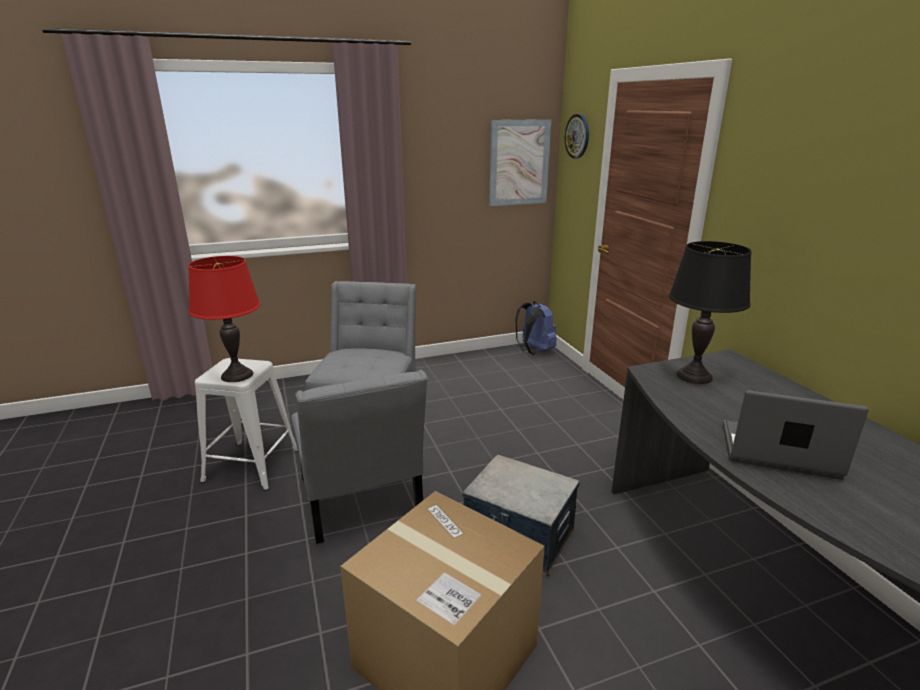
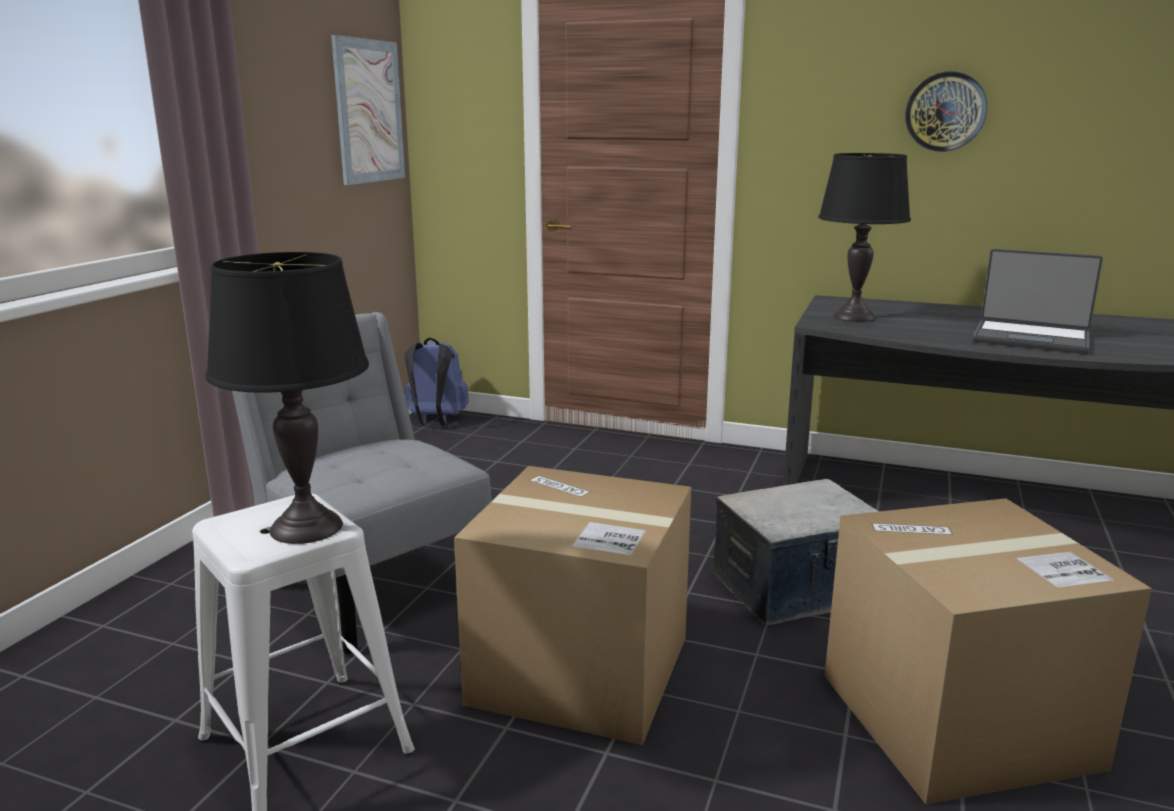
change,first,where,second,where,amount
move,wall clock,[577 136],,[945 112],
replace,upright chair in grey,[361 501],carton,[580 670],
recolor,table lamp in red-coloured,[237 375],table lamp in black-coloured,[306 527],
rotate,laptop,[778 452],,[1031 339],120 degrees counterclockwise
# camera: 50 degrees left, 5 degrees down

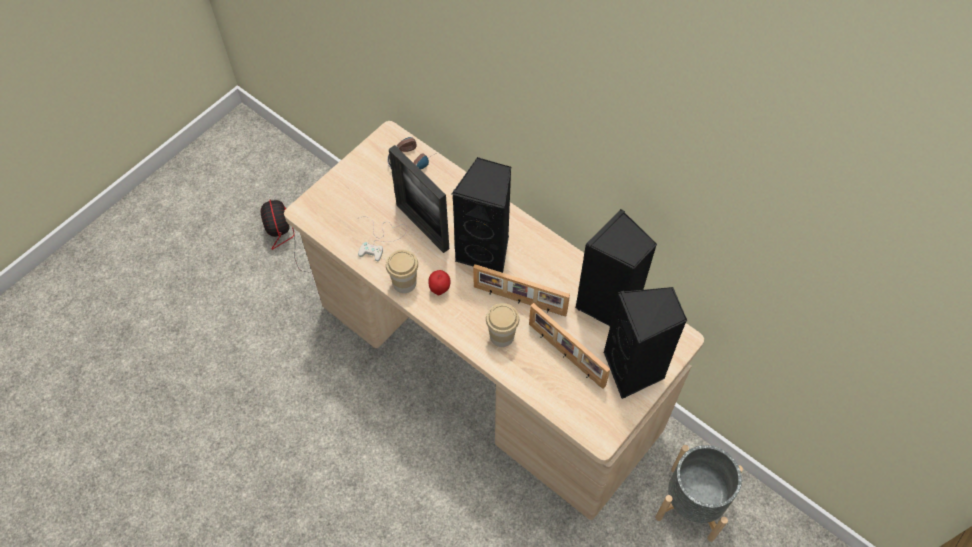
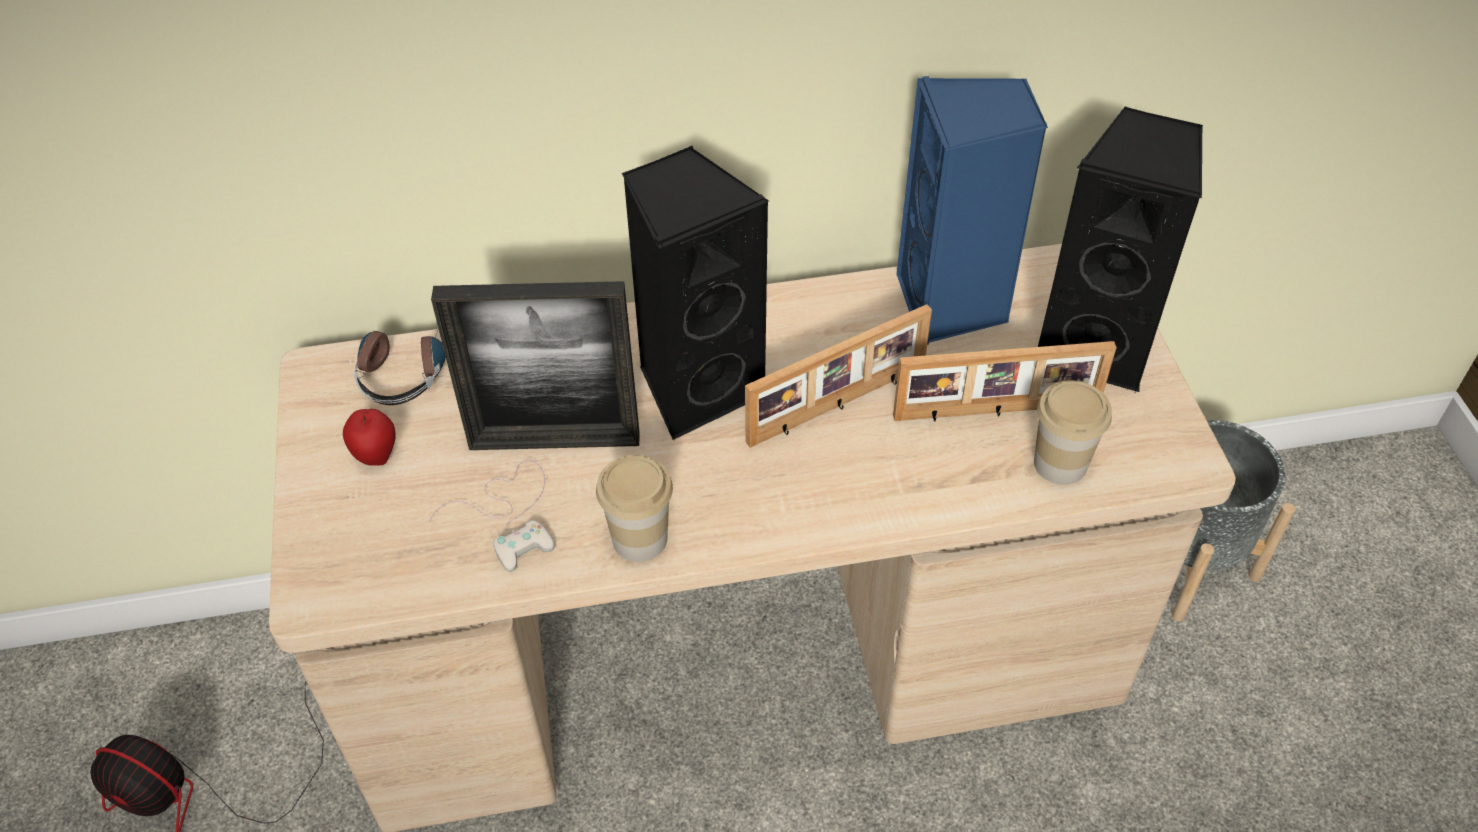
change,first,where,second,where,amount
move,apple fruit,[440 289],,[376 456],
move,cup,[502 336],,[1060 464],
recolor,audio speaker in black-coloured,[608 305],audio speaker in bluish,[952 305],
# camera: 50 degrees left, 10 degrees down

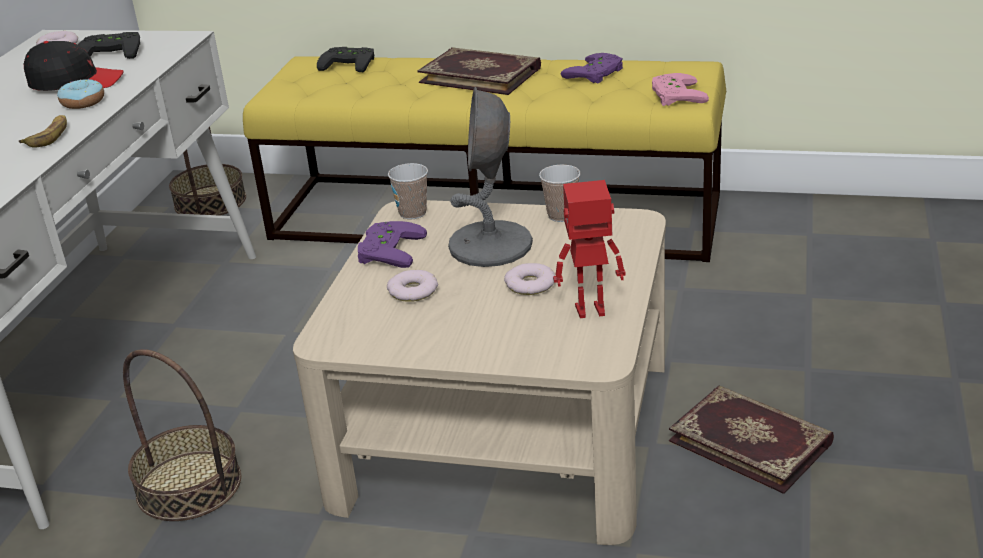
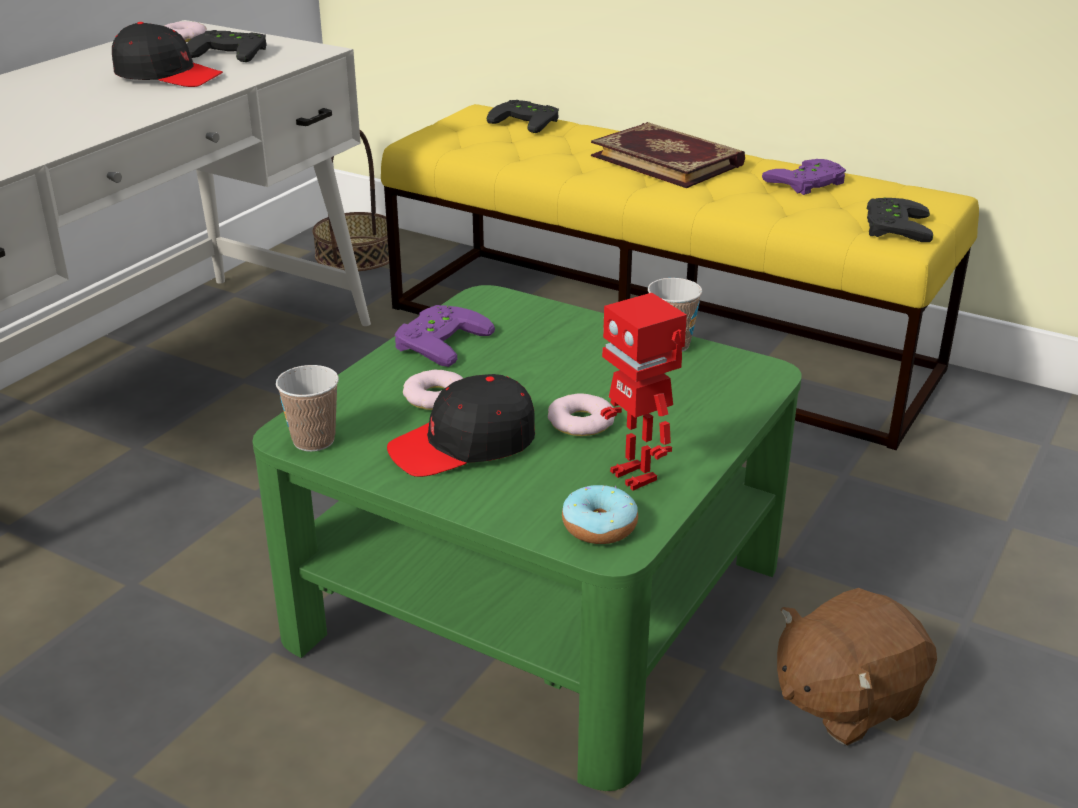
change,first,where,second,where,amount
delete,banana,[49 136],,,
delete,household basket,[189 485],,,
delete,table lamp in grey,[490 246],,,
insert,,,peaked cap in black-coloured,[464 445],
move,doughnut,[83 102],,[599 527],
move,cup,[412 213],,[314 441],
replace,book,[751 441],plush toy in brown-coloured,[845 700],
recolor,lounge table in beige,[506 428],lounge table in greenish,[542 598],
recolor,joypad in pink,[674 95],joypad in black-coloured,[891 226],
rotate,model robot,[591 311],,[636 475],135 degrees counterclockwise
# camera: 15 degrees right, 0 degrees up

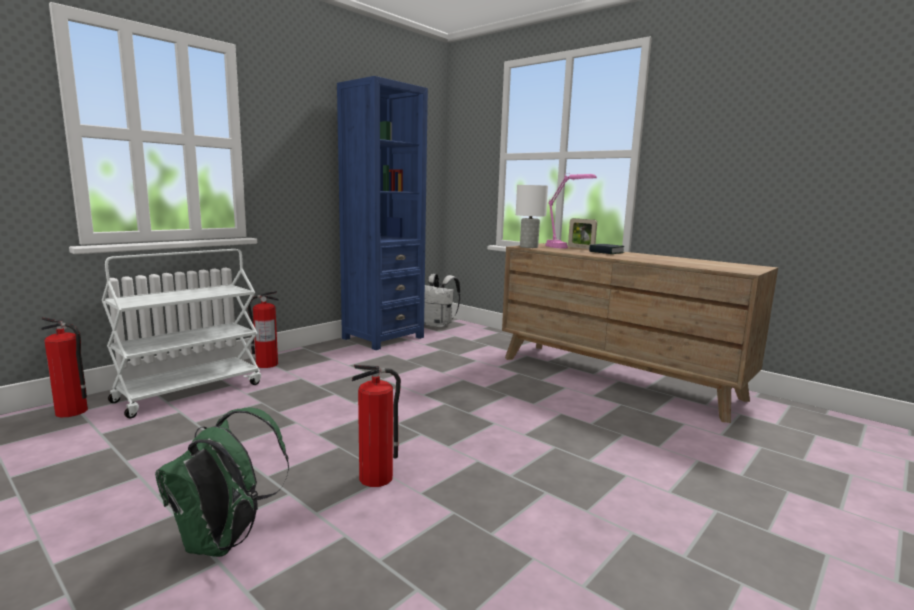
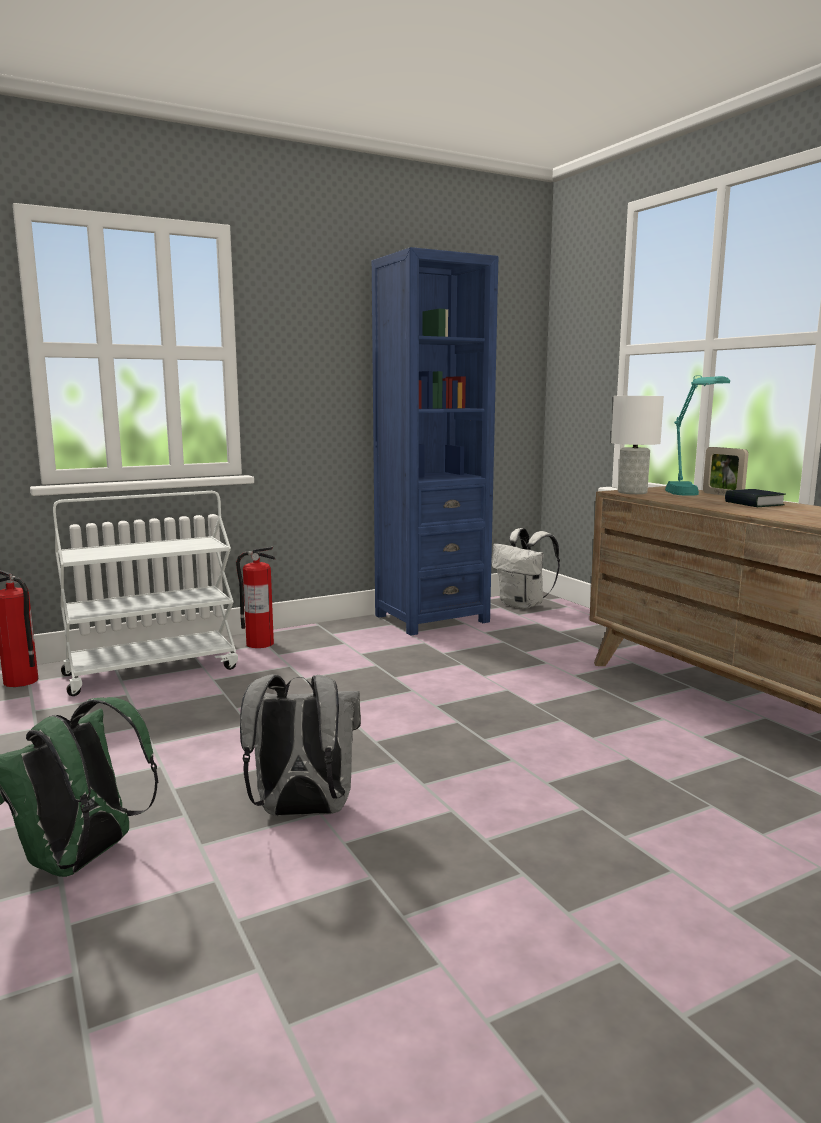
change,first,where,second,where,amount
replace,fire-fighting cylinder,[377 477],knapsack in grey,[301 812],
recolor,table lamp in pink,[565 248],table lamp in blue-green,[690 496],
# camera: 20 degrees right, 0 degrees up

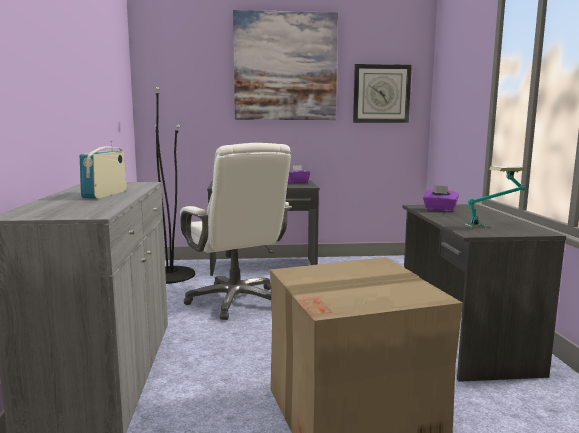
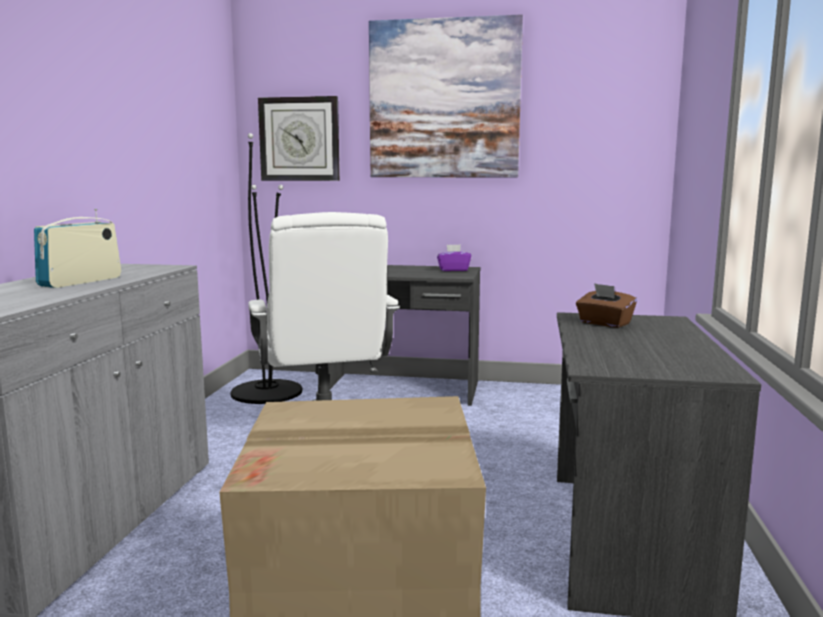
change,first,where,second,where,amount
delete,table lamp,[493 226],,,
move,wall clock,[381 94],,[299 139],
recolor,box of tissues in purplish,[439 209],box of tissues in brown-coloured,[604 323],
# camera: 15 degrees right, 0 degrees up

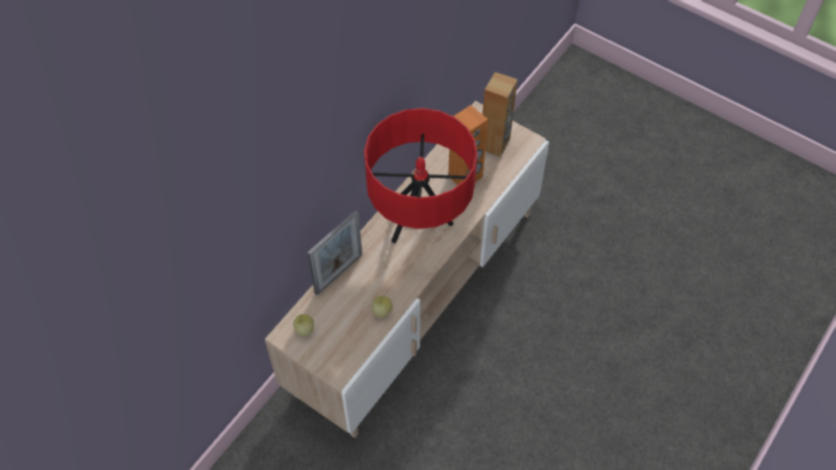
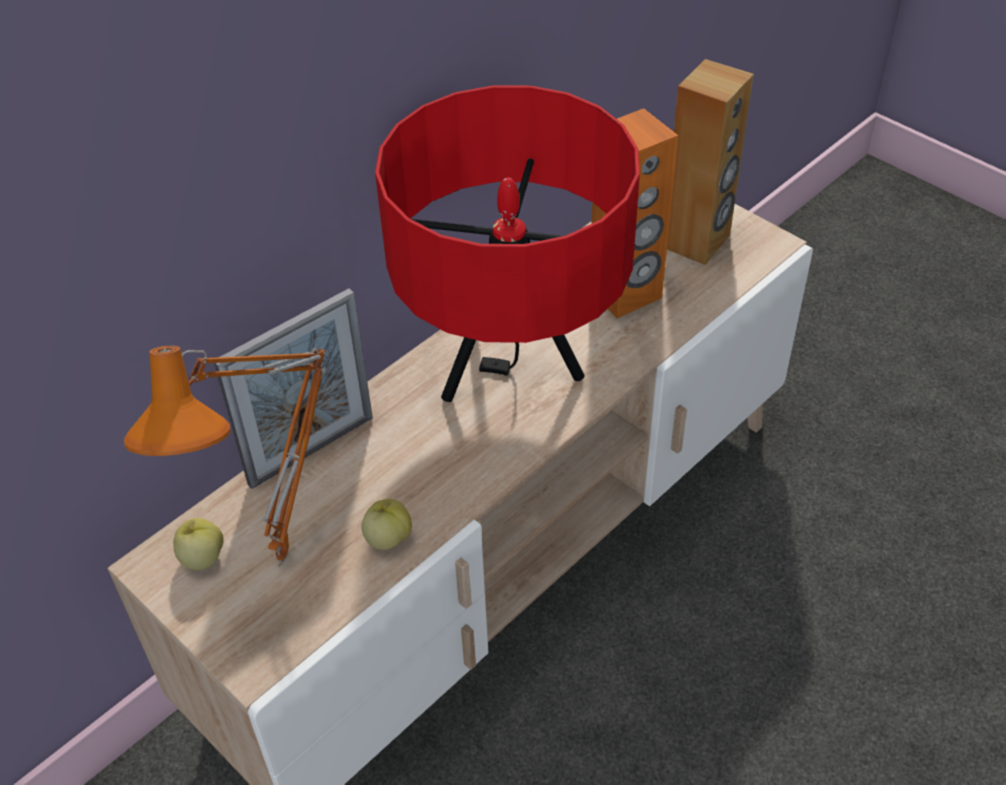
change,first,where,second,where,amount
insert,,,table lamp in orange-coloured,[289 563],
# camera: 10 degrees right, 10 degrees down

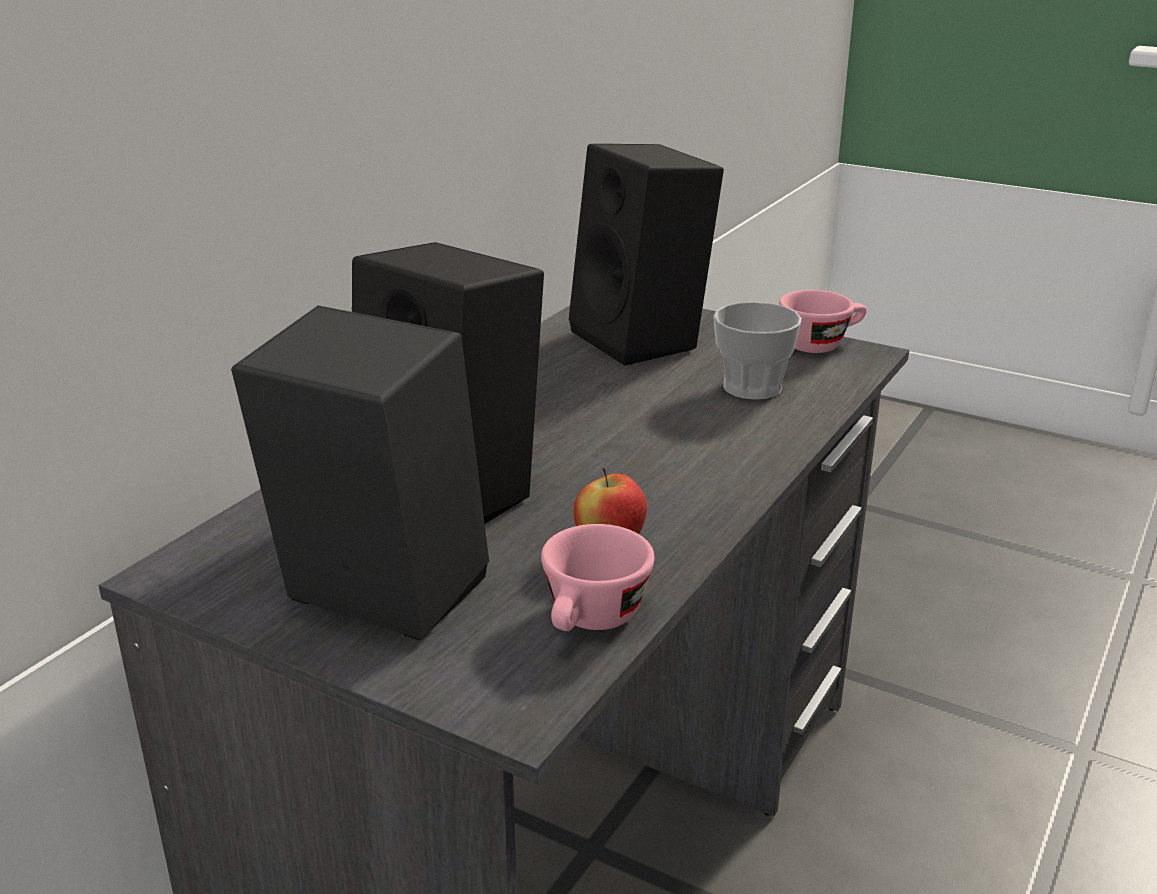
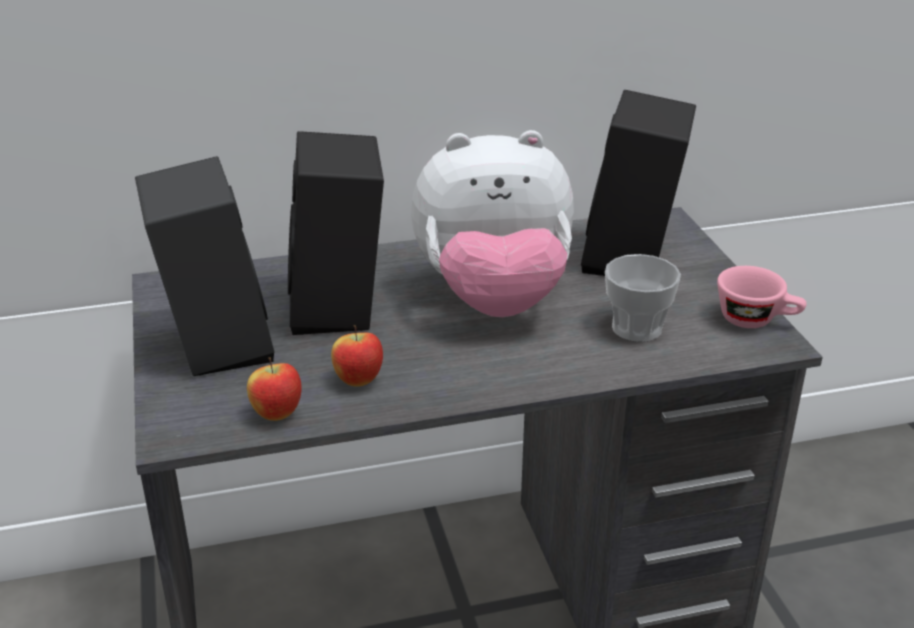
change,first,where,second,where,amount
insert,,,plush toy,[493 299],
replace,cup in pink,[592 621],apple fruit,[277 414],
# camera: 45 degrees right, 5 degrees up

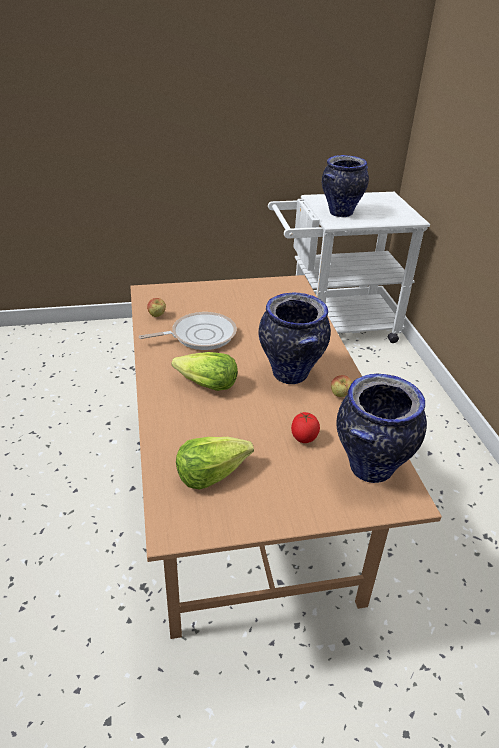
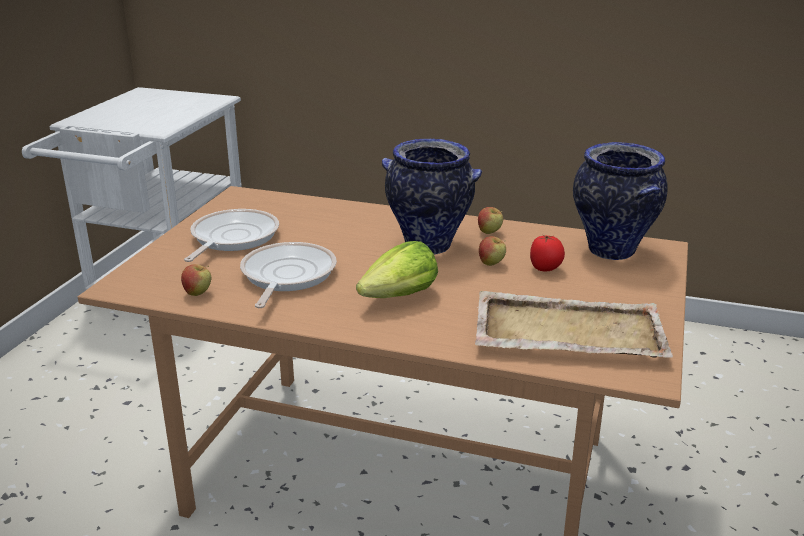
change,first,where,second,where,amount
delete,decorative vase,[340 213],,,
insert,,,pan,[232 238],
insert,,,apple fruit,[491 264],
replace,head of lettuce,[211 473],tray in beige,[566 331],
# camera: 60 degrees left, 10 degrees down

